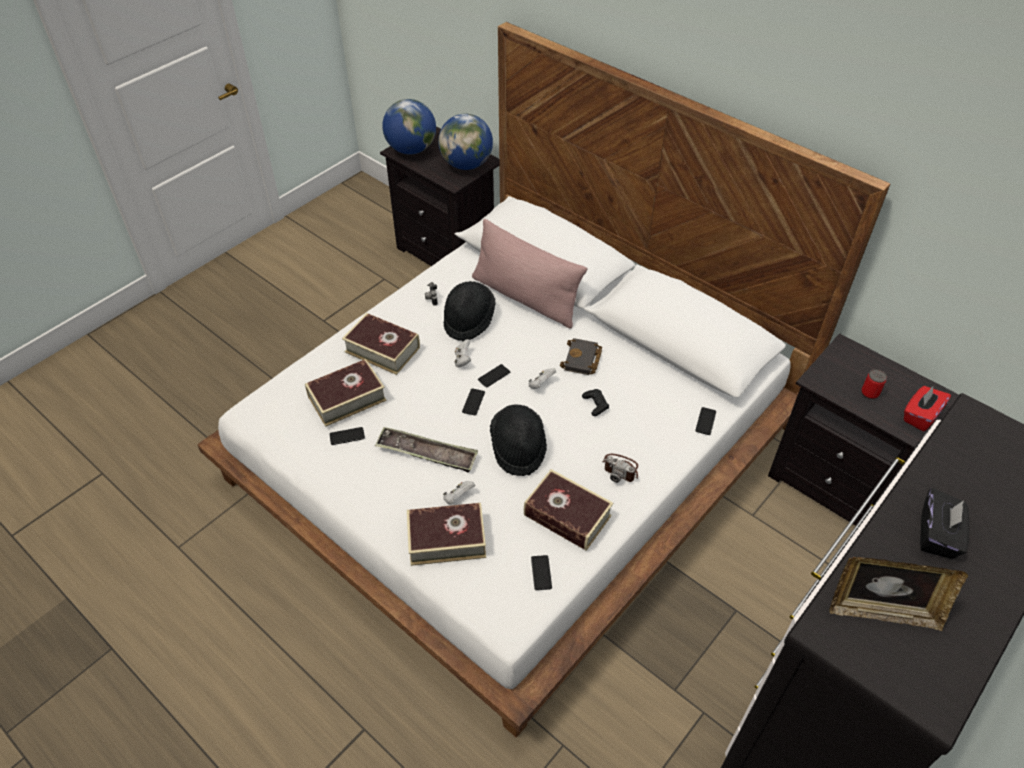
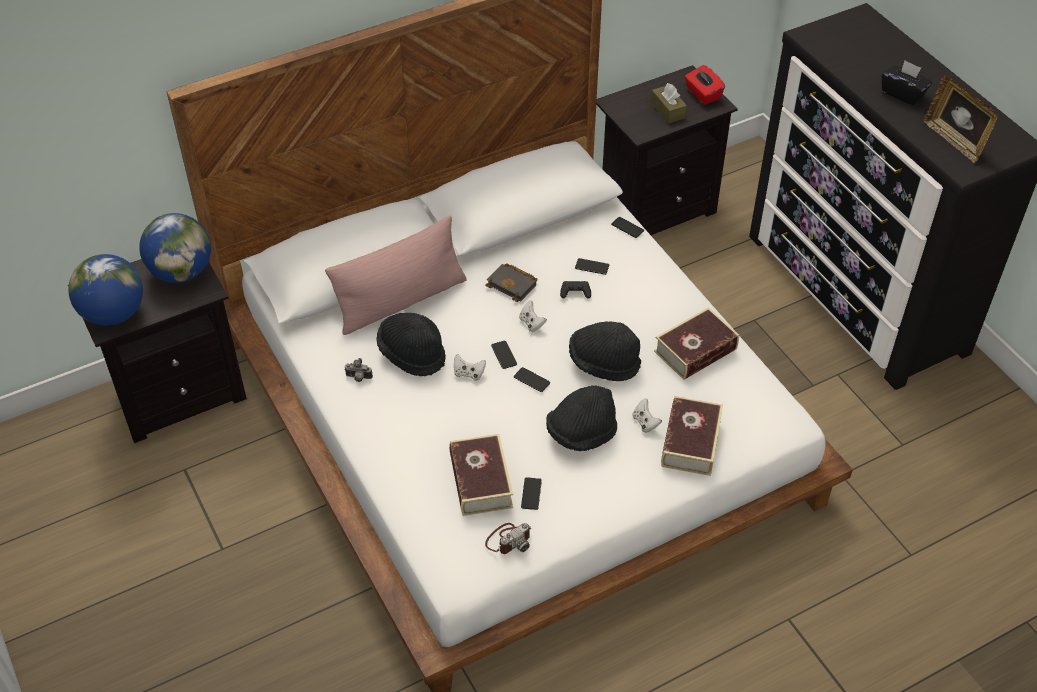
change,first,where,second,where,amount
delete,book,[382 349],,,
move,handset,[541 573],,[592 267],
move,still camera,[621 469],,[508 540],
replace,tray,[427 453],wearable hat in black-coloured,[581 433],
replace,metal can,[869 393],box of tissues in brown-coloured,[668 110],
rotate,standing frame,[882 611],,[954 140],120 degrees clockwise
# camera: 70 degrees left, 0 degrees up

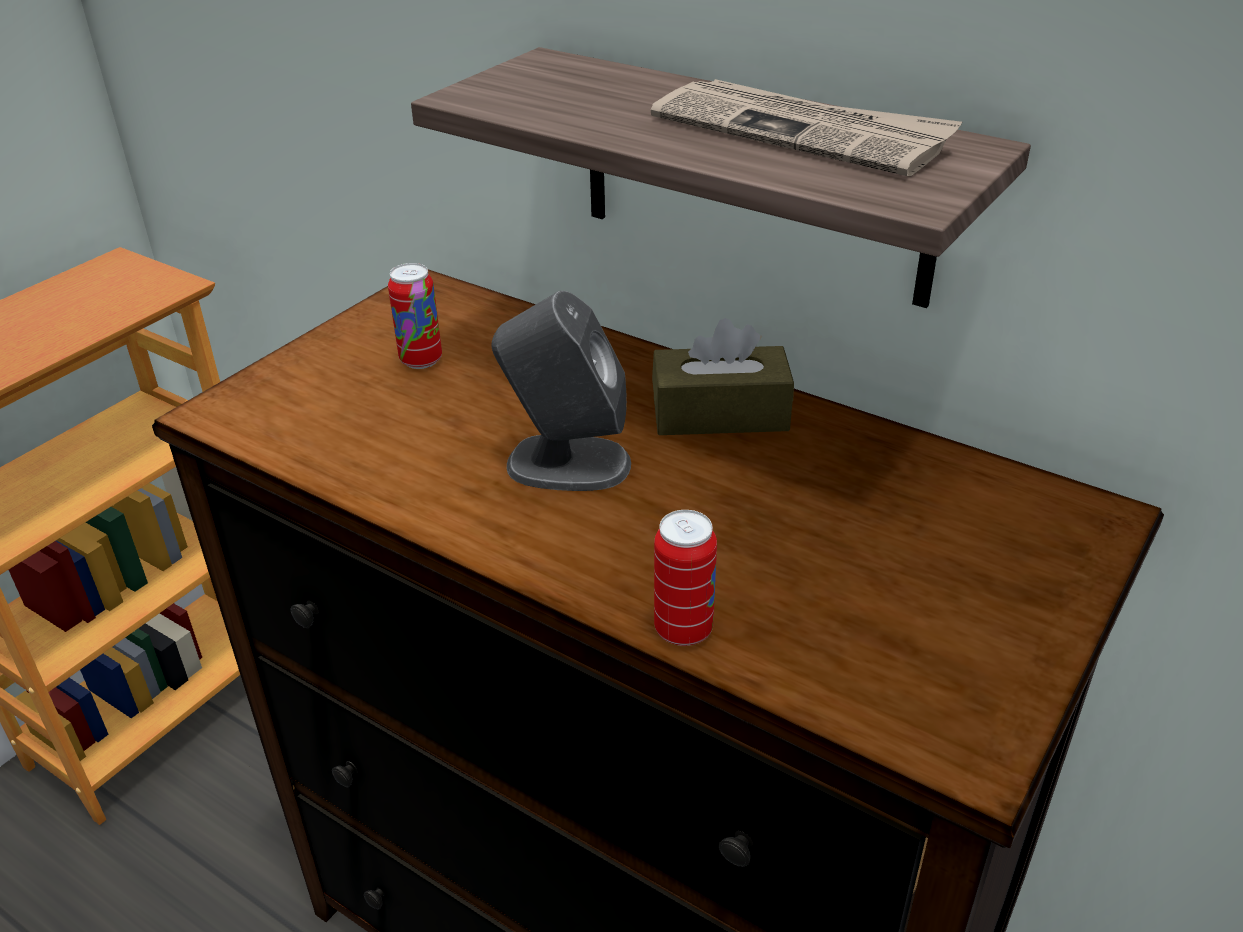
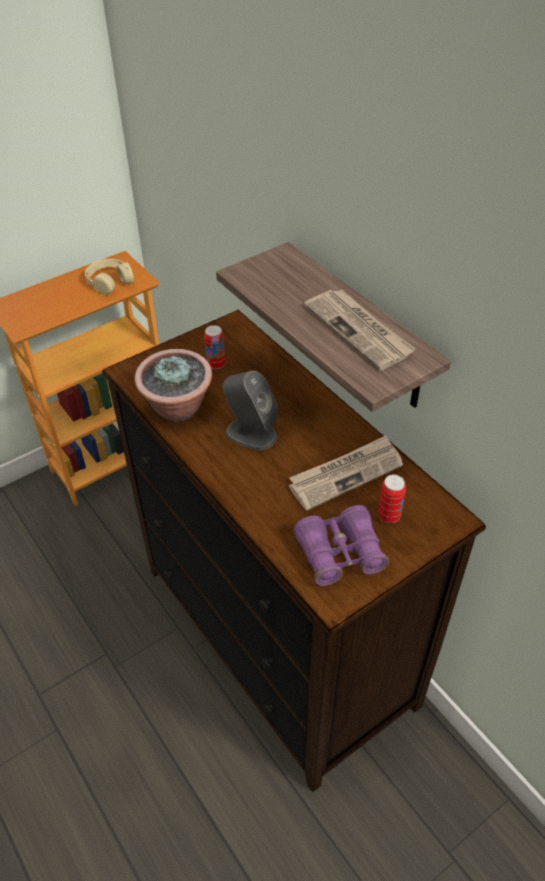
change,first,where,second,where,amount
delete,box of tissues in brown-coloured,[720 414],,,
insert,,,headphones in beige,[110 281],
insert,,,plant in a pot,[178 408],
insert,,,daily paper,[346 474],
insert,,,binoculars in purplish,[340 554],
move,metal can,[683 630],,[389 516],
# camera: 20 degrees right, 10 degrees up

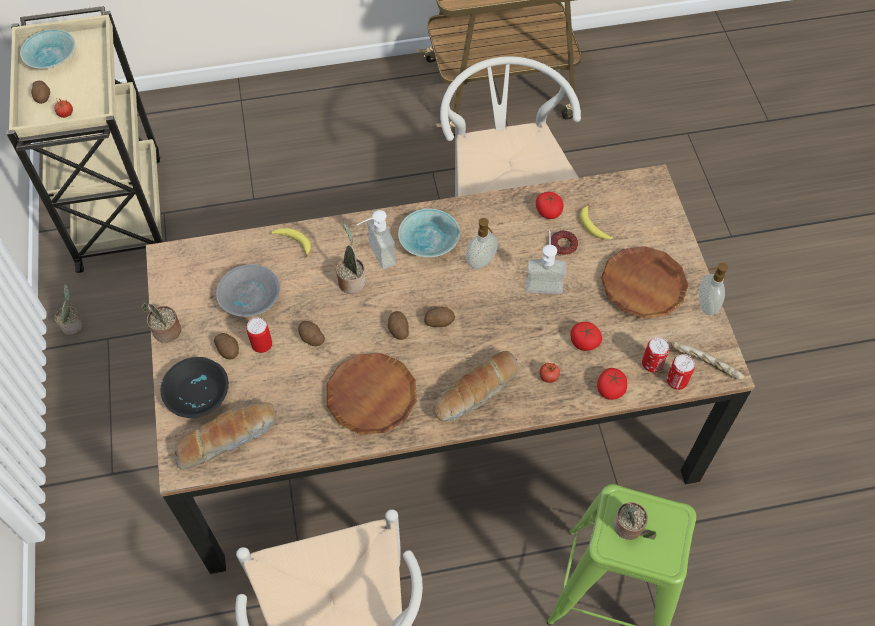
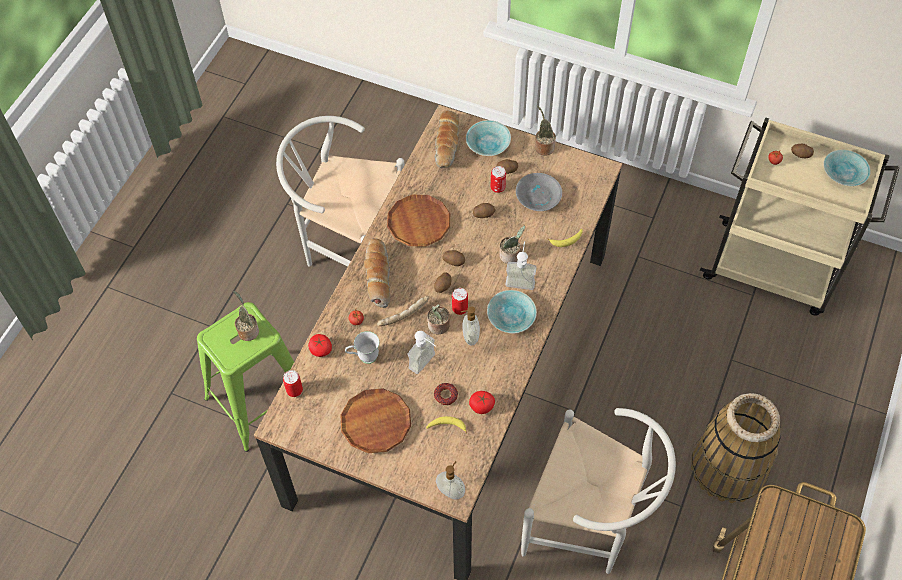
change,first,where,second,where,amount
insert,,,household basket,[728 468],
move,plant in a pot,[73 324],,[438 326],
move,metal can,[651 364],,[460 309],
move,baked bread,[705 365],,[403 314],
move,soap bottle,[705 305],,[451 491],
replace,tomato,[584 342],mug in white,[364 357],
recolor,serving bowl in black-coloured,[199 392],serving bowl in blue-green,[488 145],
# camera: 125 degrees right, 0 degrees up

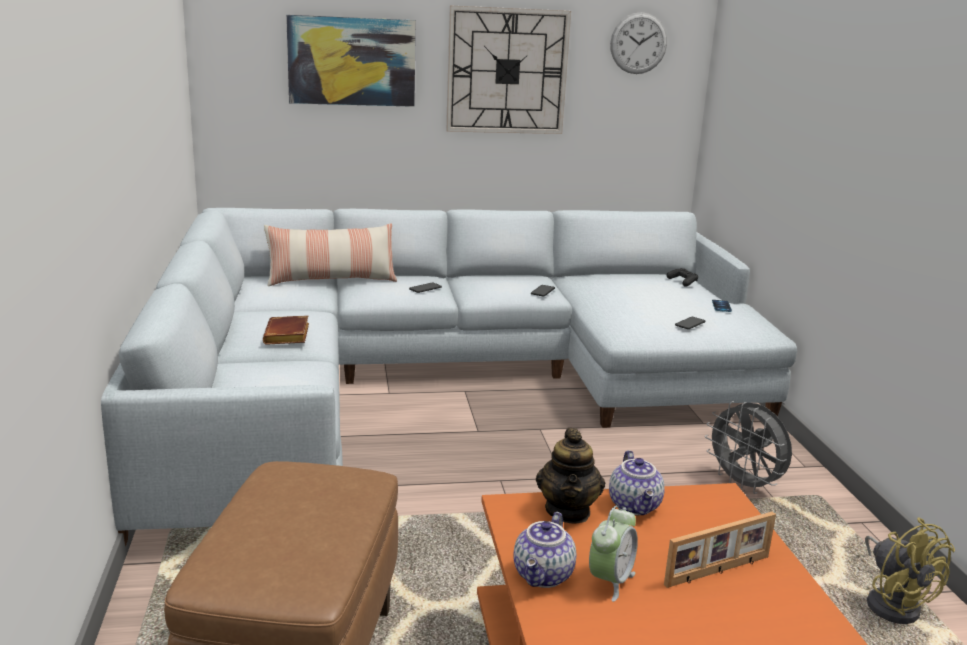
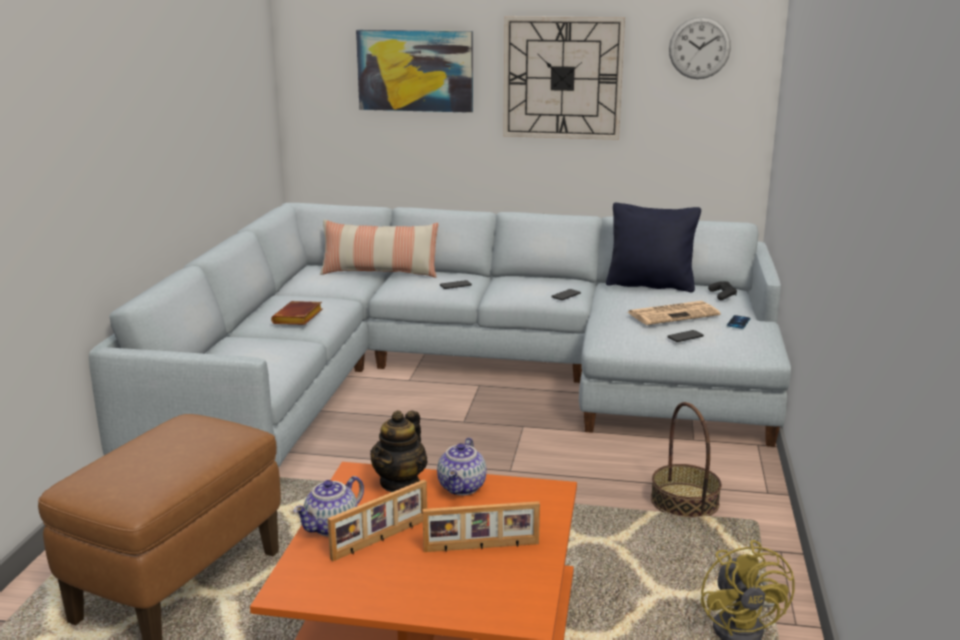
change,first,where,second,where,amount
insert,,,cushion in black-coloured,[650 285],
insert,,,daily paper,[674 314],
replace,alarm clock,[610 581],standing frame,[381 540],
replace,cooling fan in grey,[744 485],household basket,[685 501],
# camera: 20 degrees right, 0 degrees up

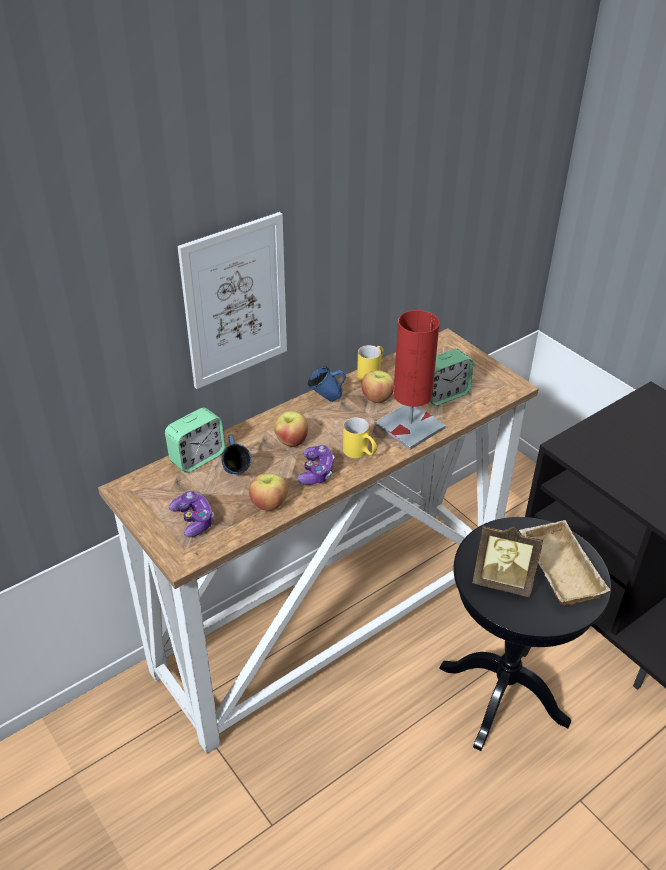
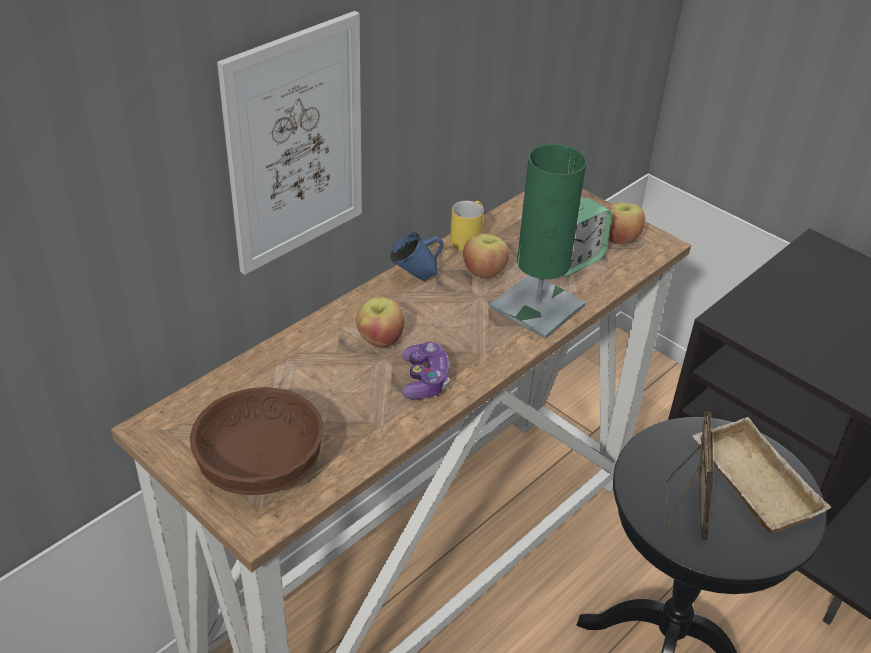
change,first,where,second,where,amount
delete,alarm clock,[197 458],,,
delete,mug in bluish,[236 475],,,
delete,mug in yellow,[360 453],,,
move,apple fruit,[269 503],,[620 238],
replace,joypad,[193 520],serving bowl in brown-coloured,[263 465],
recolor,table lamp in red-coloured,[410 426],table lamp in greenish,[537 307],
rotate,standing frame,[502 582],,[685 509],90 degrees counterclockwise
# camera: 10 degrees left, 0 degrees up

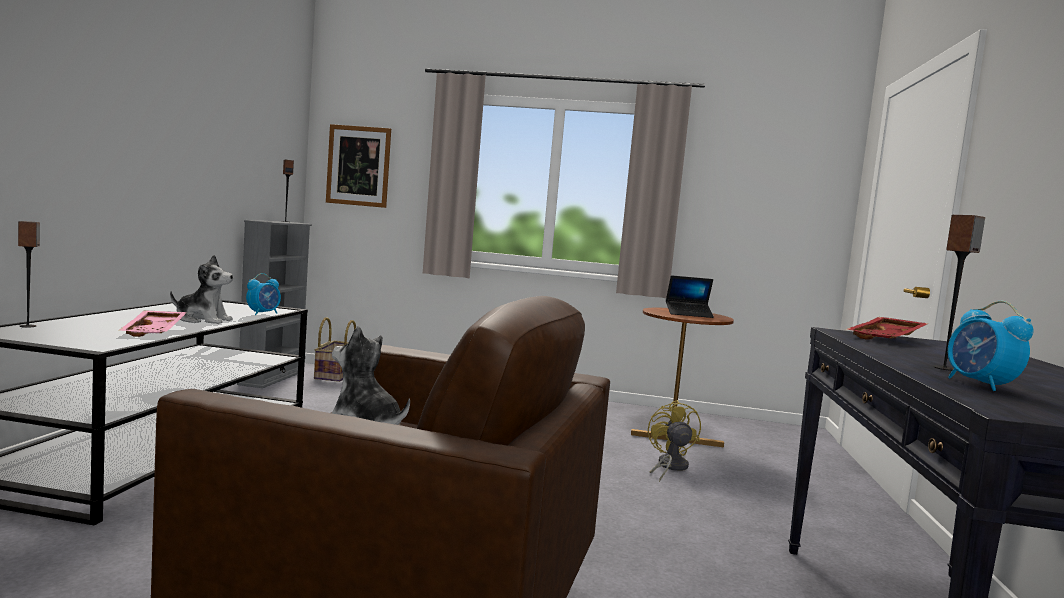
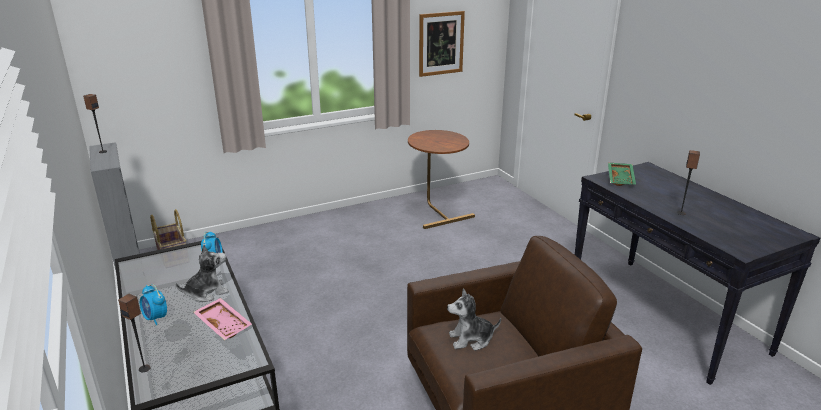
change,first,where,second,where,amount
delete,cooling fan in yellow,[669 467],,,
delete,laptop,[688 314],,,
move,wall art,[358 166],,[441 43],
move,alarm clock,[980 385],,[156 318],
recolor,tray in red-coloured,[887 339],tray in greenish,[621 179],
# camera: 35 degrees left, 20 degrees up

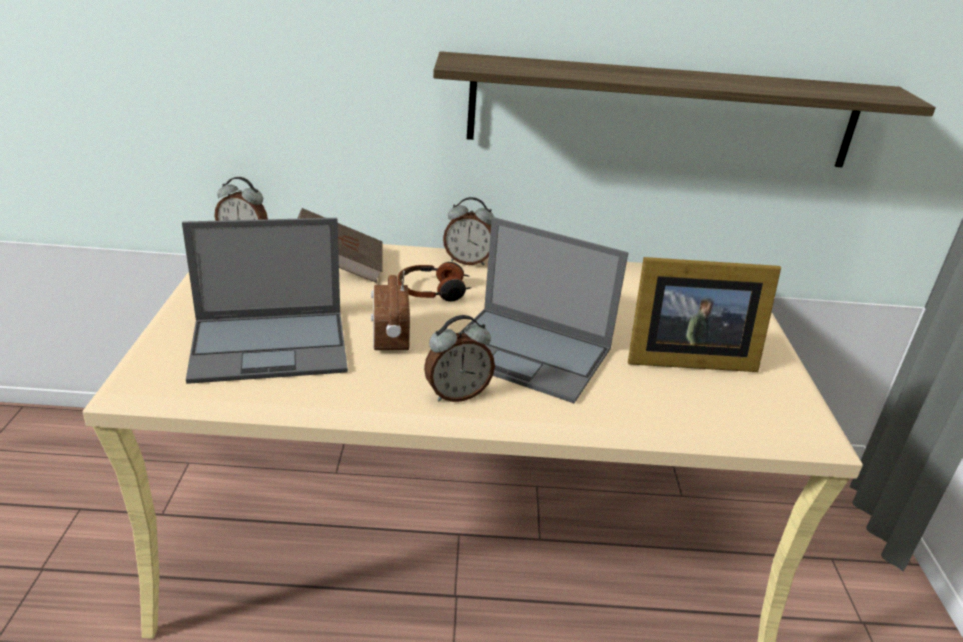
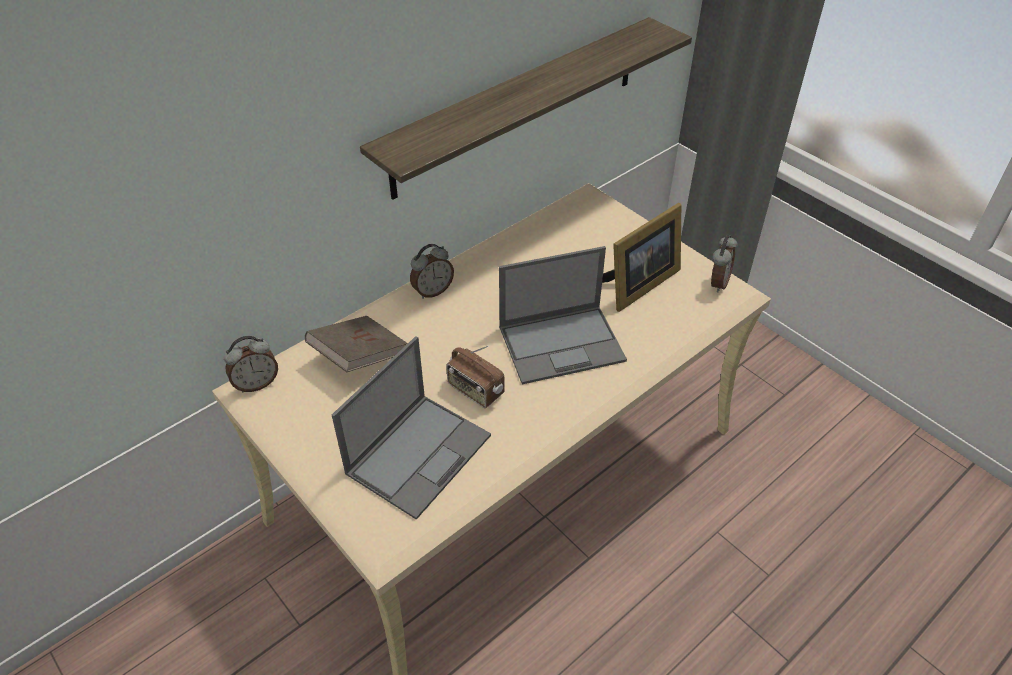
change,first,where,second,where,amount
delete,headphones,[434 291],,,
move,alarm clock,[457 394],,[717 282],
# camera: 40 degrees left, 15 degrees up

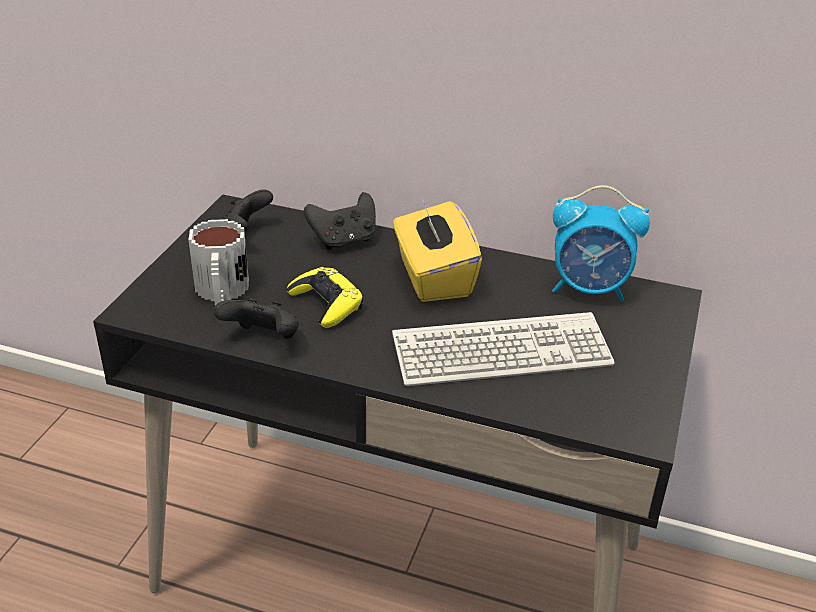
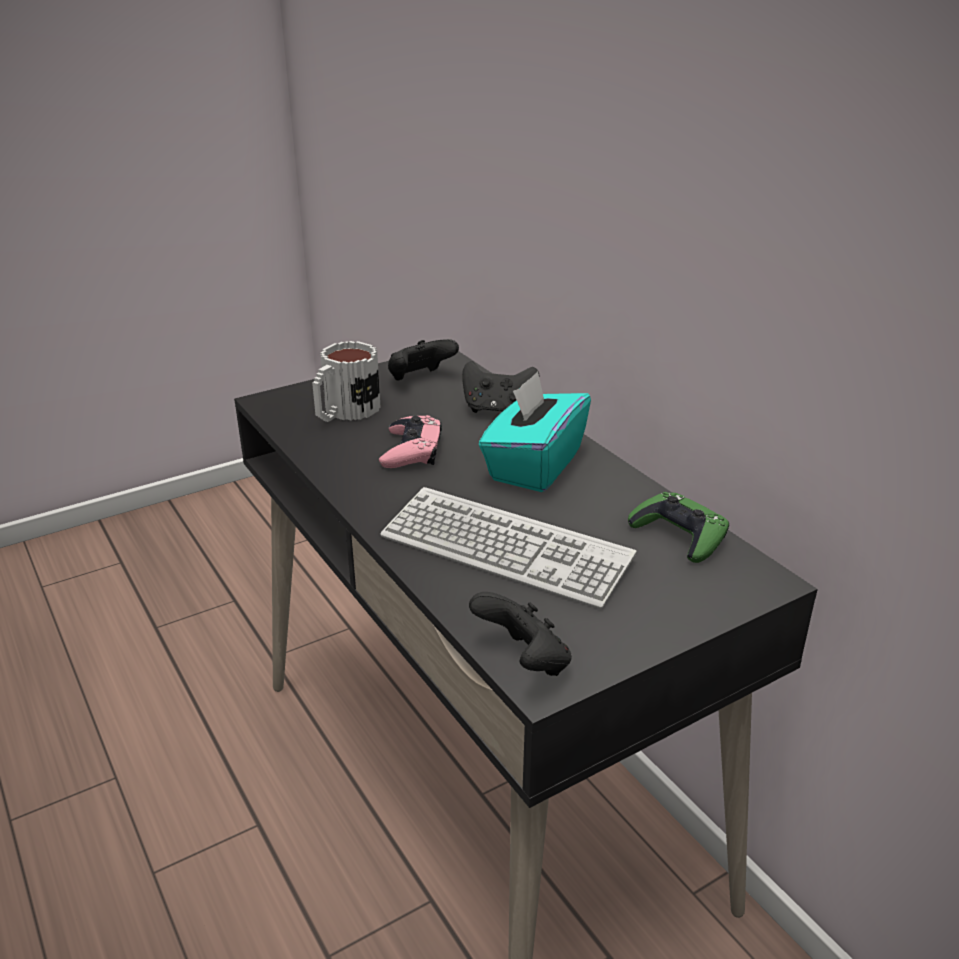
change,first,where,second,where,amount
move,joypad in black-coloured,[263 339],,[524 662],
replace,alarm clock,[589 289],joypad in greenish,[679 535],
recolor,joypad in yellow,[326 304],joypad in pink,[411 450],
recolor,box of tissues in yellow,[433 277],box of tissues in blue-green,[534 466],
# camera: 40 degrees right, 5 degrees down

